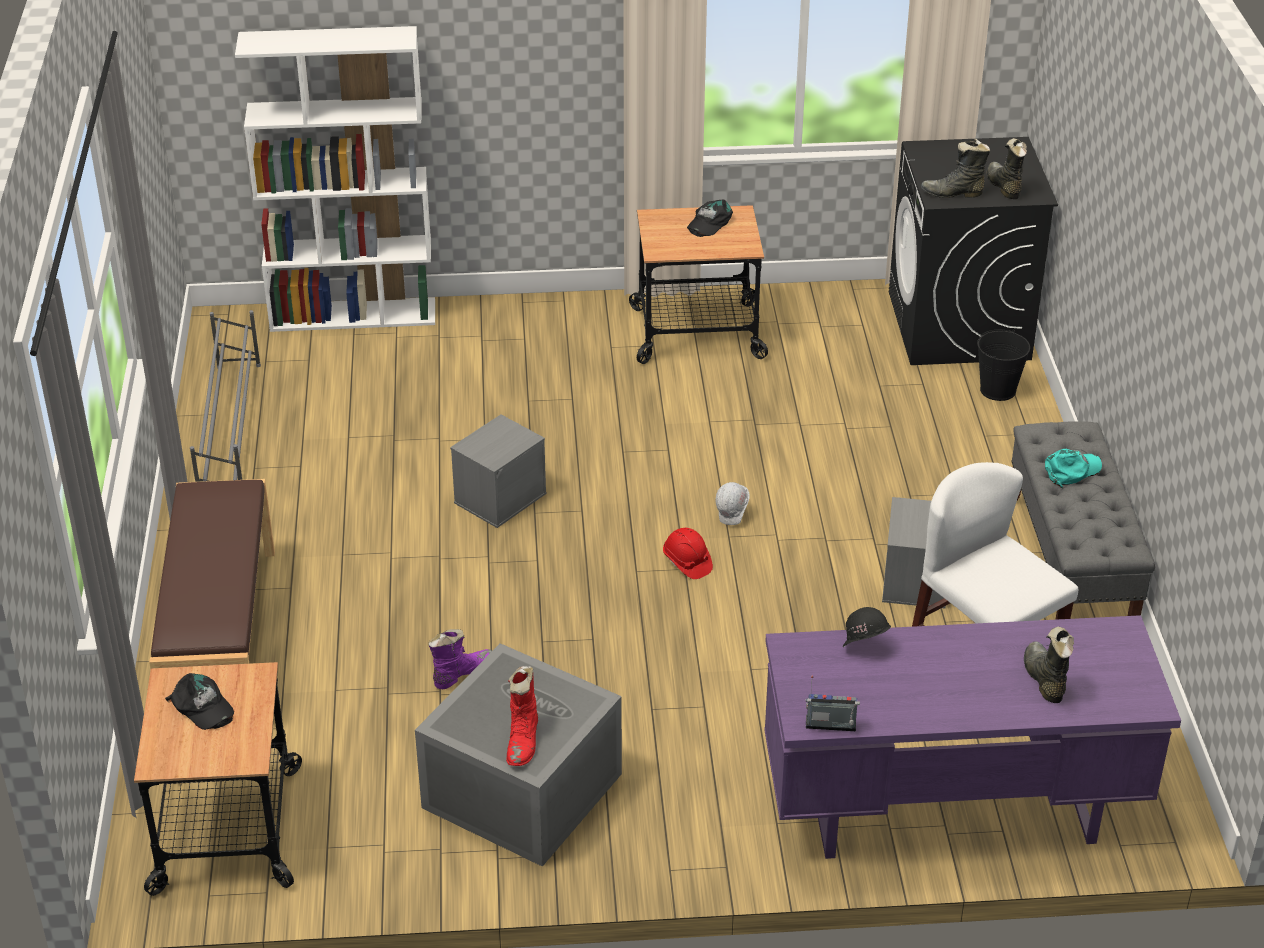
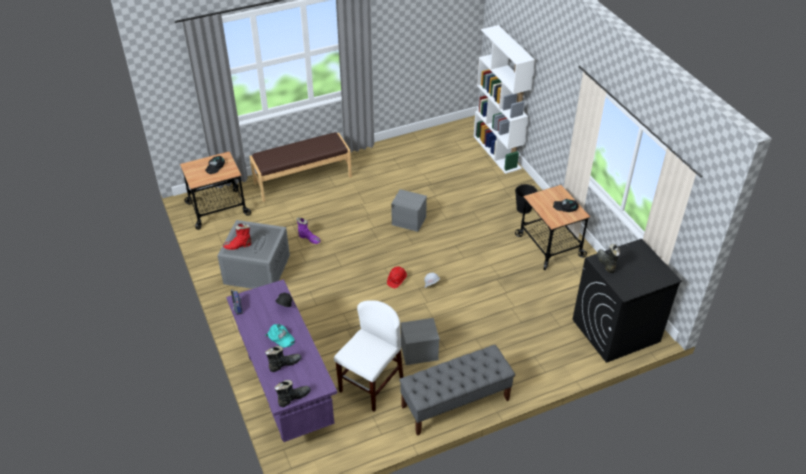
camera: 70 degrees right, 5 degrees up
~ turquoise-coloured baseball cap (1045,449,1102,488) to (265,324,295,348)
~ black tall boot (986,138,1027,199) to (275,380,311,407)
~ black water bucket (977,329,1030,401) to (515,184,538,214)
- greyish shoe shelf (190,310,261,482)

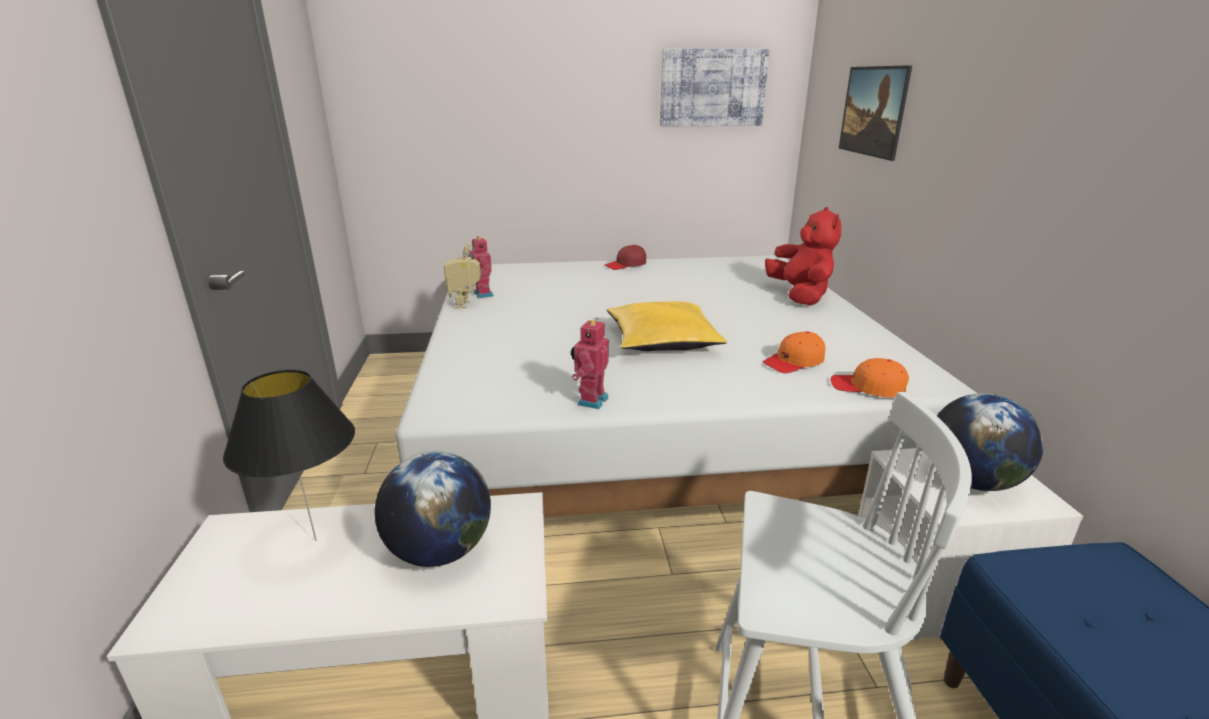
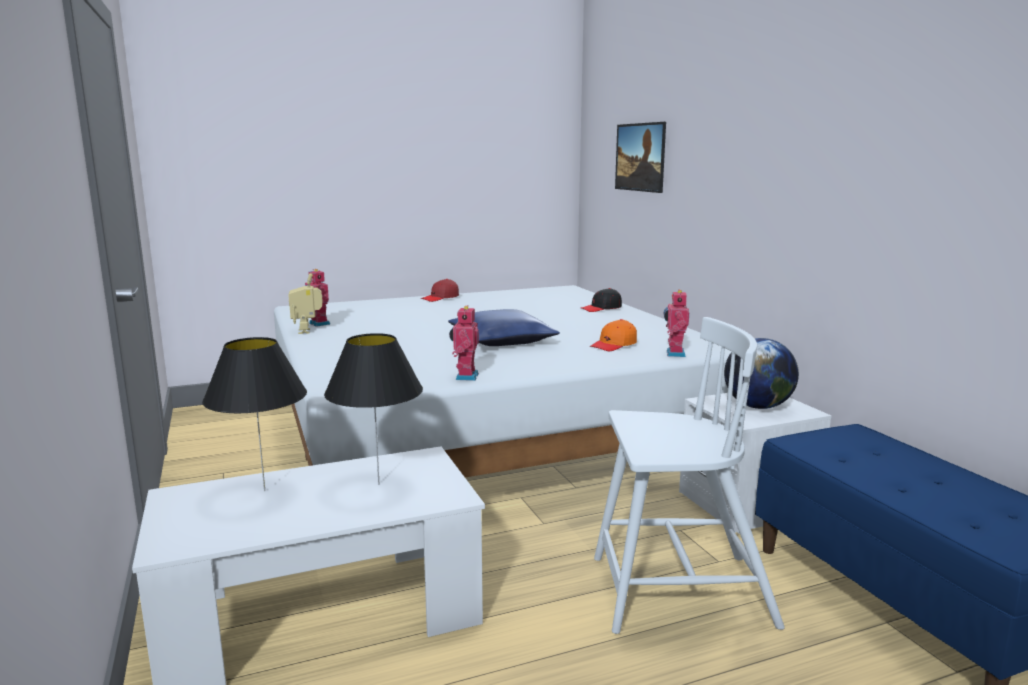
camera: 15 degrees left, 10 degrees down
~ world globe (375,451,491,567) to black lamp for a table (324,333,423,484)
~ yellow cushion (607,301,727,351) to blue-coloured cushion (448,309,560,346)
~ red-coloured soft toy (765,207,841,306) to black baseball cap (580,288,622,312)
~ orange-coloured baseball cap (831,358,909,397) to robot figure (664,289,689,357)
- picture (660,48,769,126)

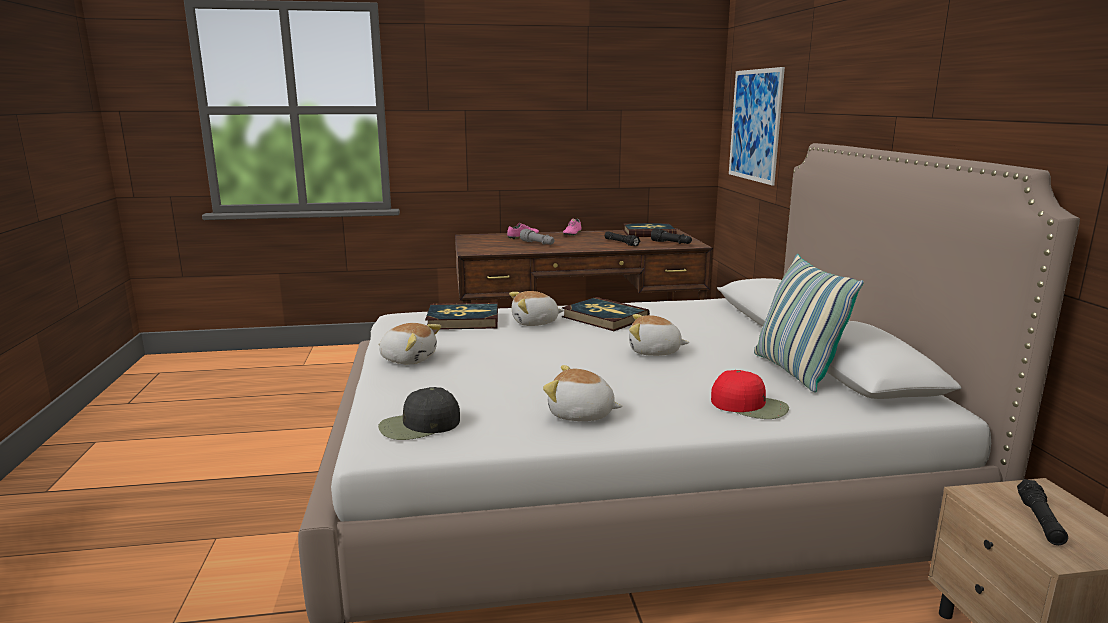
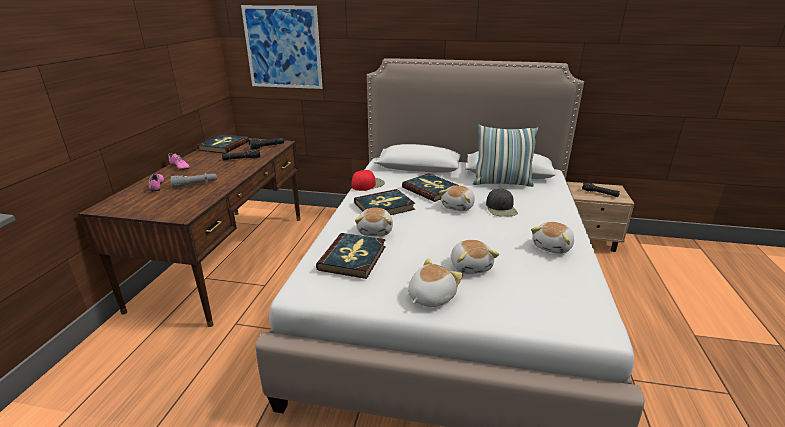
camera: 70 degrees left, 10 degrees up
~ red-coloured baseball cap (711,370,789,419) to (351,170,385,191)
+ volume (402,173,460,202)
+ soft toy (451,240,499,274)
~ black baseball cap (378,387,460,440) to (486,189,518,217)

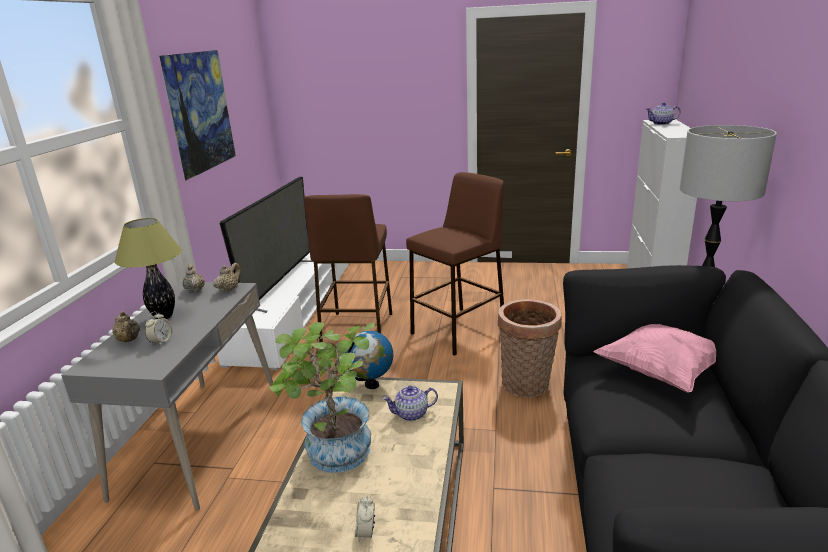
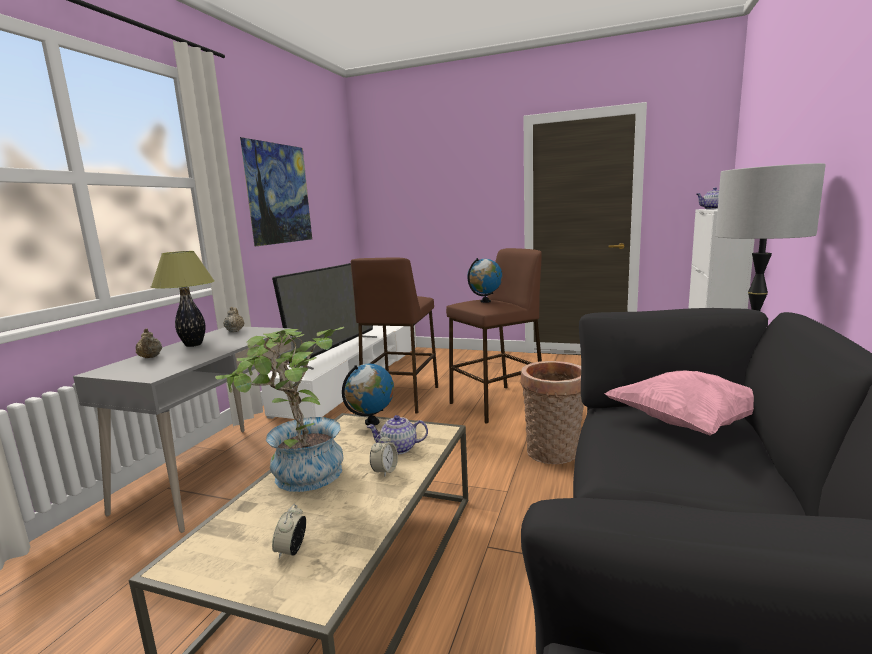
camera: 10 degrees right, 10 degrees down
~ table clock (145,311,172,346) to (370,433,398,477)
+ world globe (467,258,502,303)
- beige-coloured pot for tea (213,263,241,293)

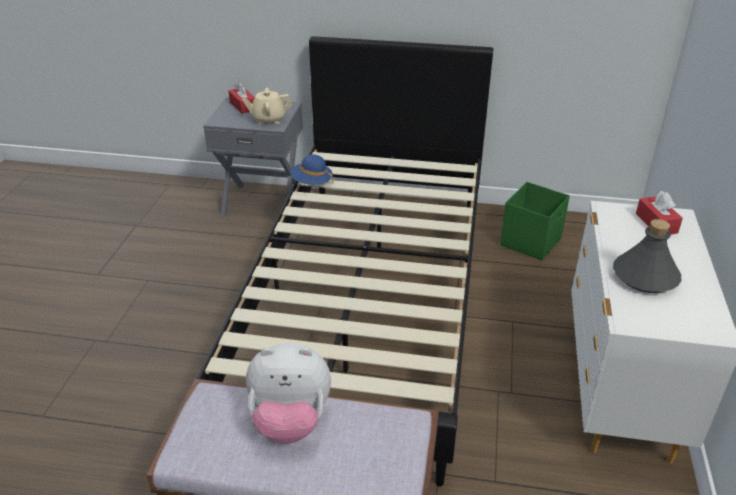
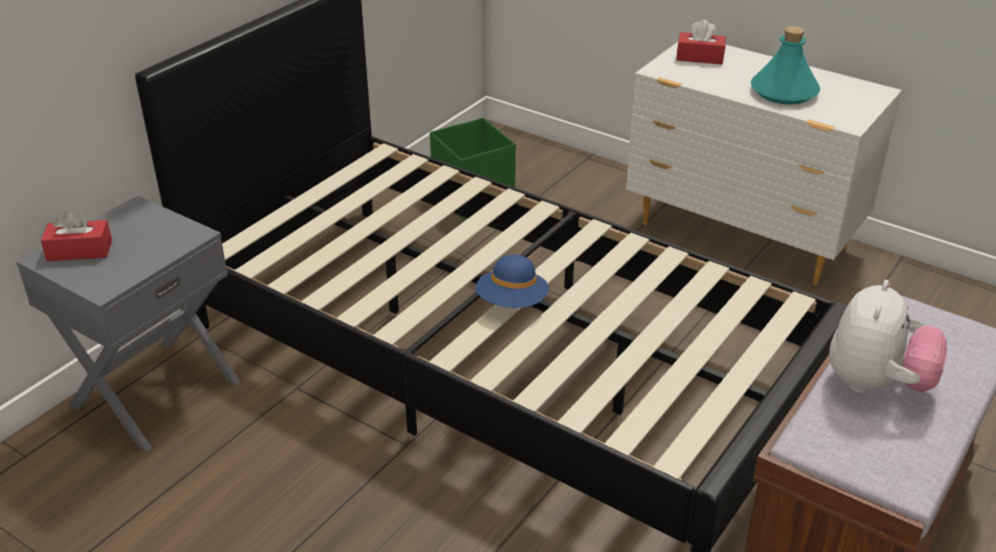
camera: 65 degrees left, 0 degrees up
~ blue-coloured wearable hat (290,154,333,184) to (476,254,549,308)
~ greyish beverage bottle (613,219,681,293) to turquoise-coloured beverage bottle (751,26,820,105)
- beige-coloured pot for tea (242,88,292,125)

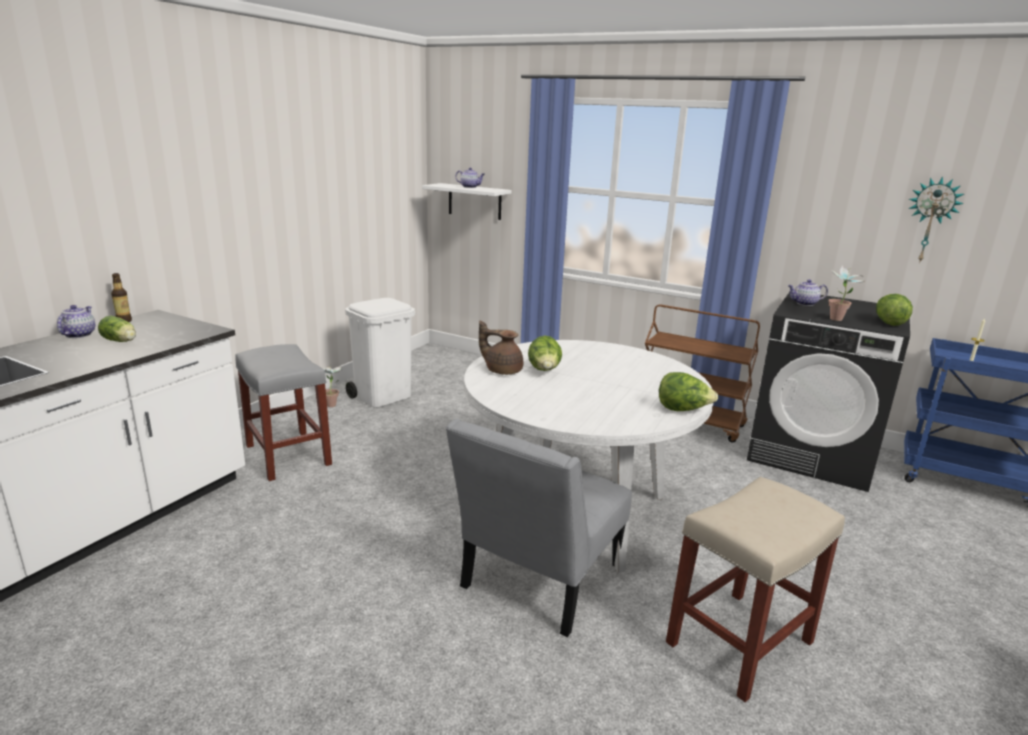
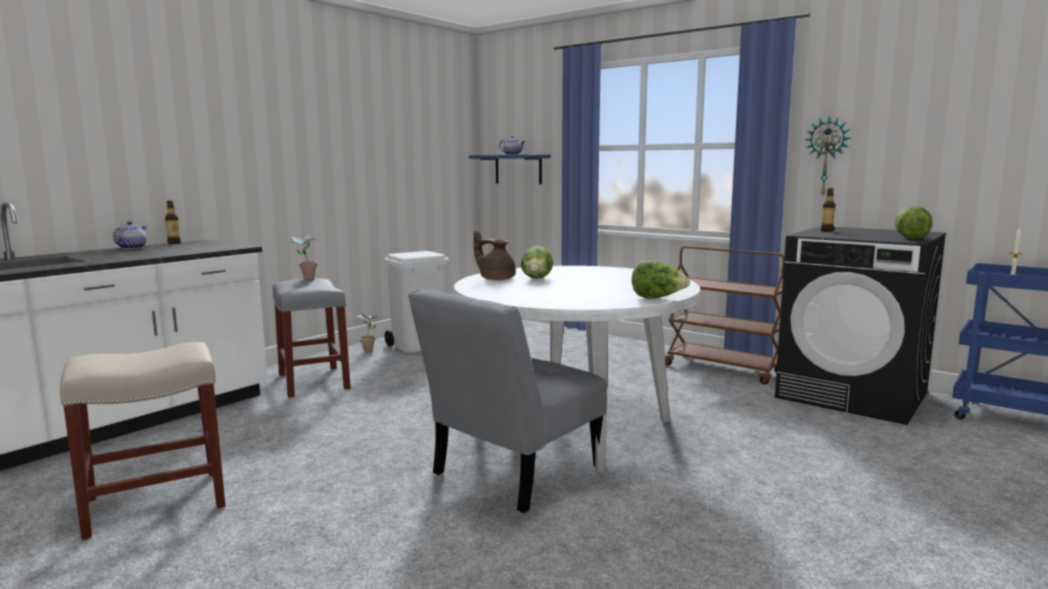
camera: 10 degrees right, 10 degrees down
~ beige-coloured sitting stool (666,477,845,702) to (60,342,225,540)
~ plant in a pot (829,265,864,321) to (291,232,318,279)
~ white-coloured shelf (422,183,512,220) to blue-coloured shelf (469,155,550,184)
~ clock on the wall (908,176,964,263) to (804,116,851,198)
~ pot for tea (788,280,828,306) to beverage bottle (821,188,836,232)
- head of lettuce (98,316,136,342)

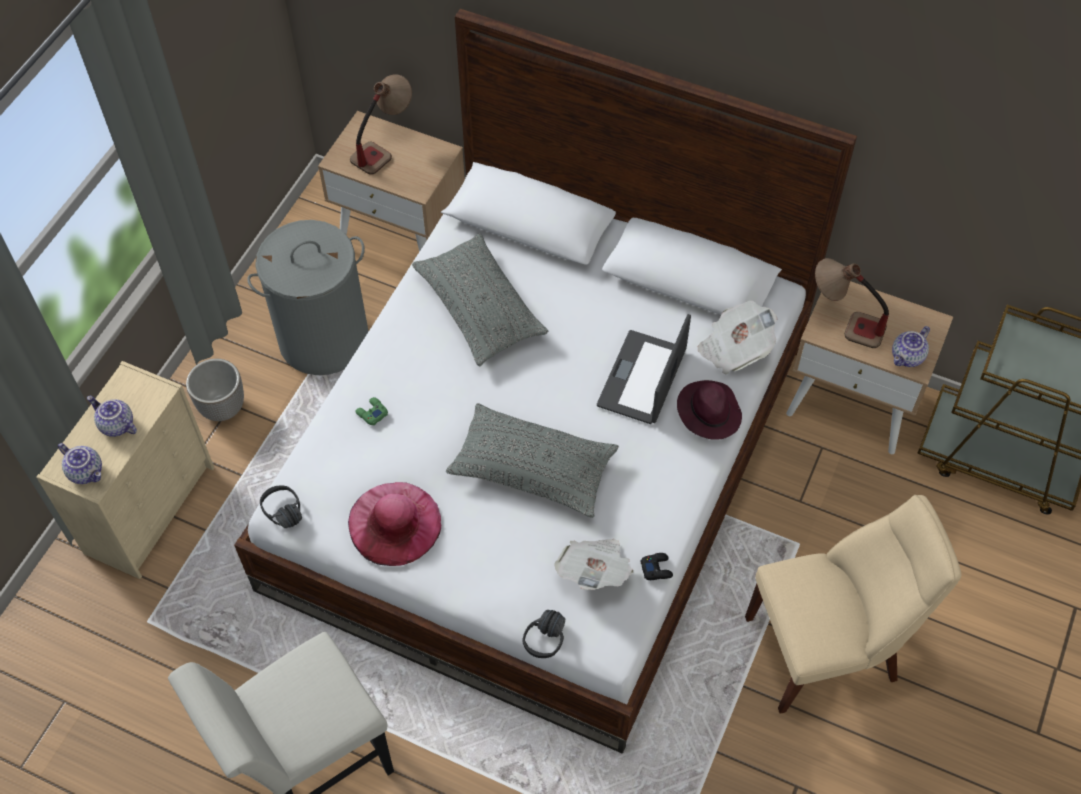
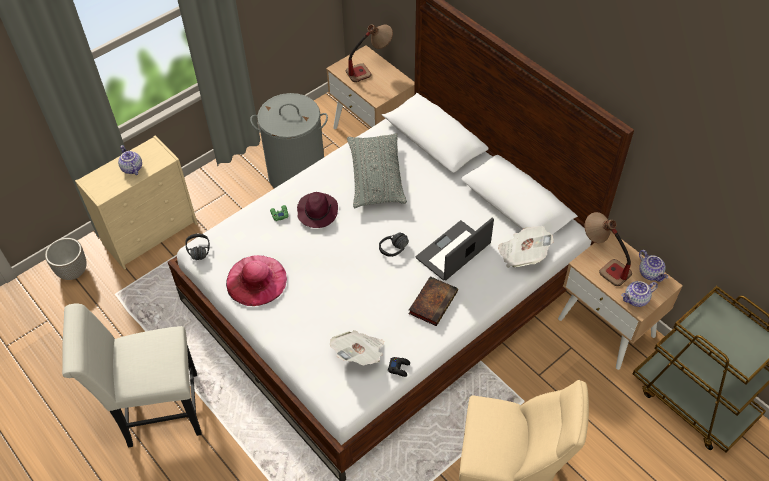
camera: 25 degrees right, 5 degrees down
~ flower pot (186,359,244,421) to (45,238,87,280)
~ purple-coloured wearable hat (677,380,742,440) to (297,192,338,228)
~ black pair of headphones (522,610,565,658) to (379,233,409,257)
+ volume (409,276,458,326)
~ pot for tea (58,443,102,484) to (639,250,668,282)
- greyish cushion (446,403,619,518)

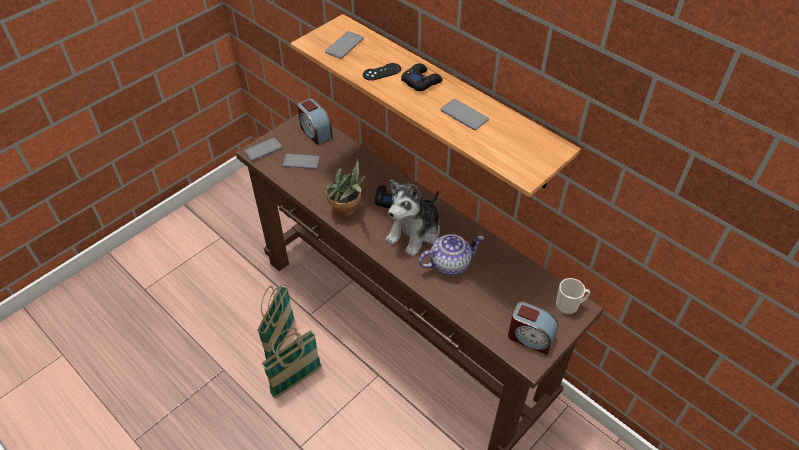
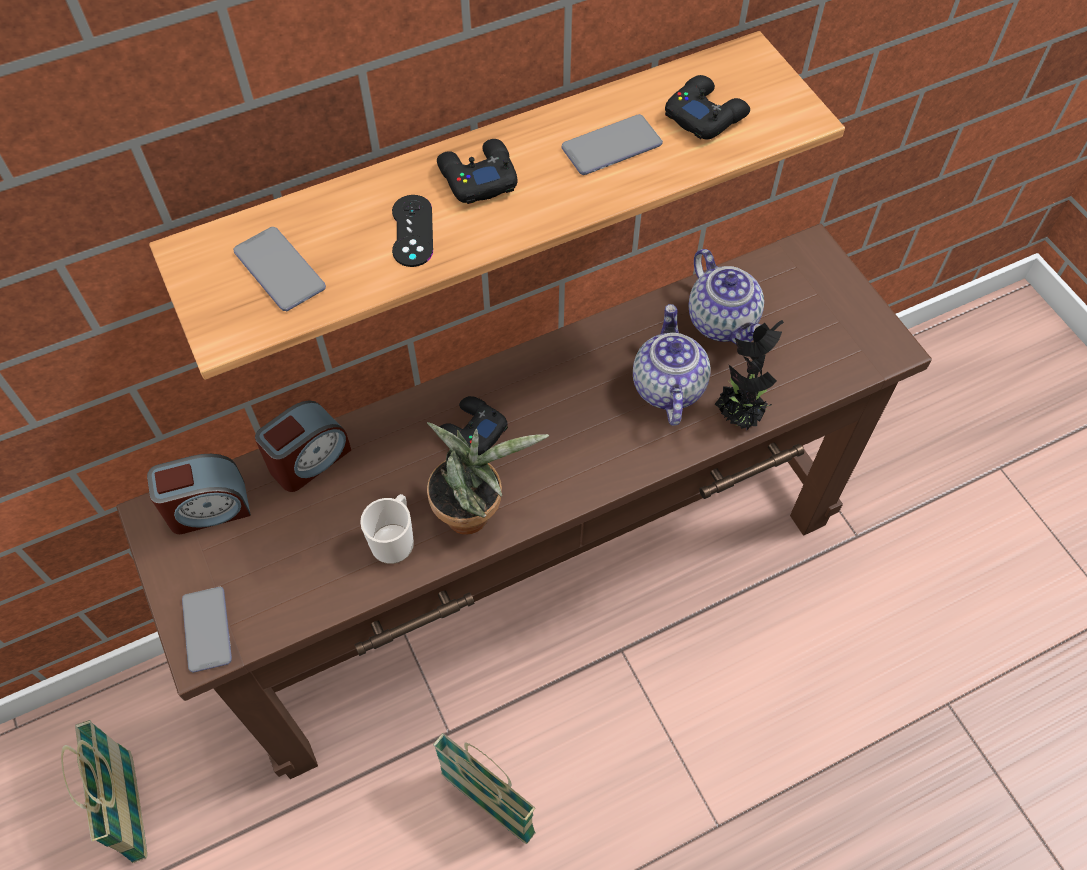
camera: 70 degrees left, 10 degrees up
~ storage basket (261,328,322,398) to (61,720,147,863)
~ table clock (508,301,558,355) to (255,400,351,492)
~ mug (556,278,590,314) to (360,494,414,564)
+ black game controller (665,75,750,140)
+ pot for tea (689,249,764,345)
+ plant in a pot (715,320,784,430)
- phone (283,154,320,169)
- soft toy (385,180,440,256)

